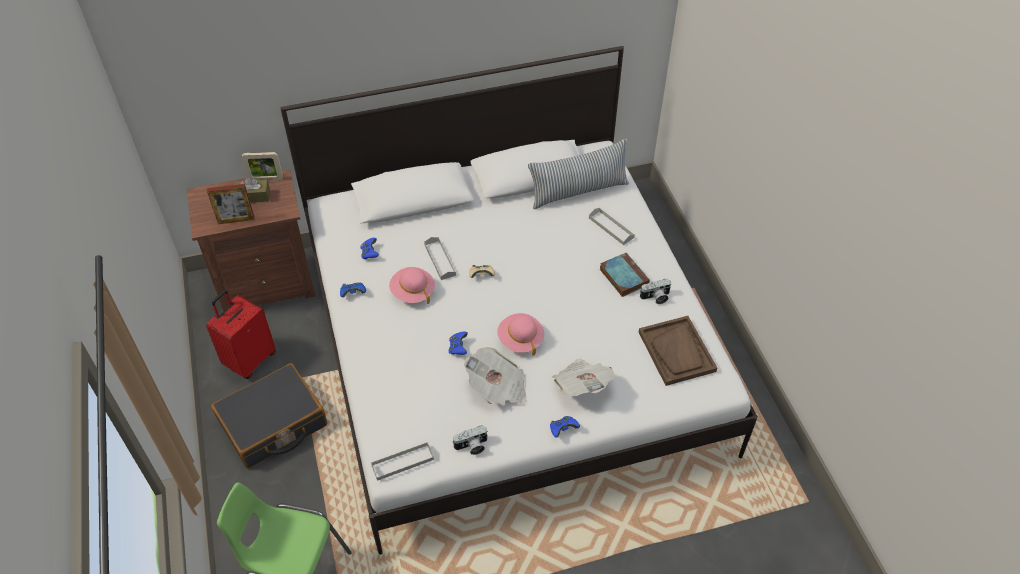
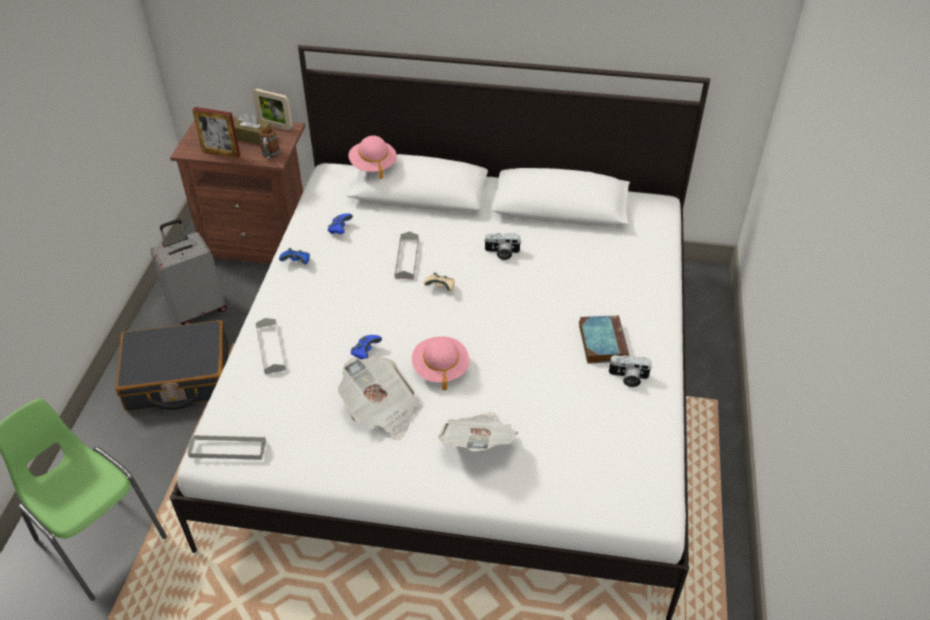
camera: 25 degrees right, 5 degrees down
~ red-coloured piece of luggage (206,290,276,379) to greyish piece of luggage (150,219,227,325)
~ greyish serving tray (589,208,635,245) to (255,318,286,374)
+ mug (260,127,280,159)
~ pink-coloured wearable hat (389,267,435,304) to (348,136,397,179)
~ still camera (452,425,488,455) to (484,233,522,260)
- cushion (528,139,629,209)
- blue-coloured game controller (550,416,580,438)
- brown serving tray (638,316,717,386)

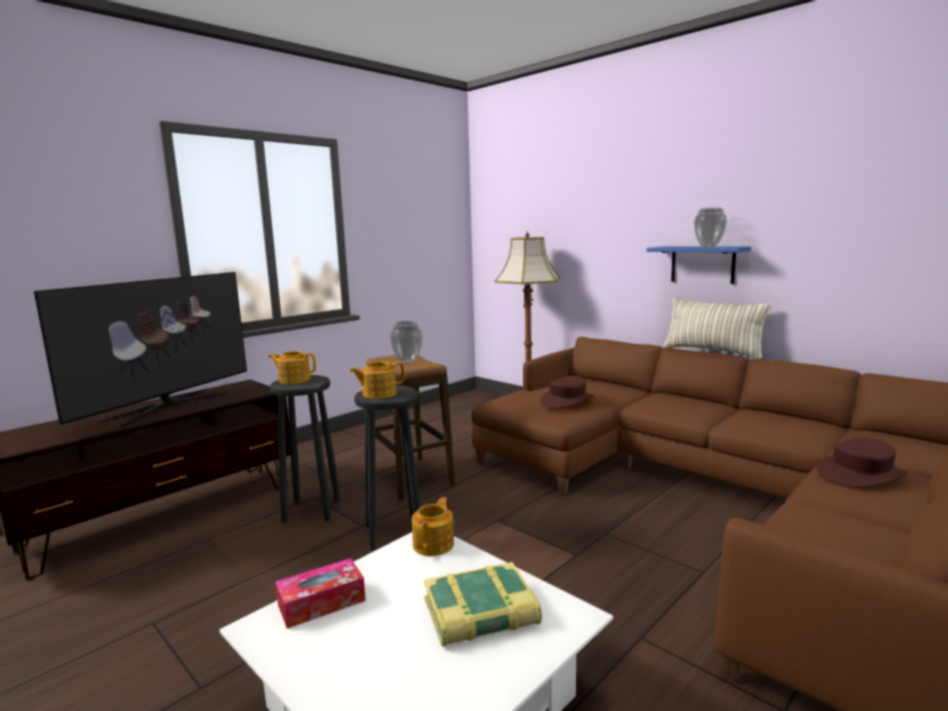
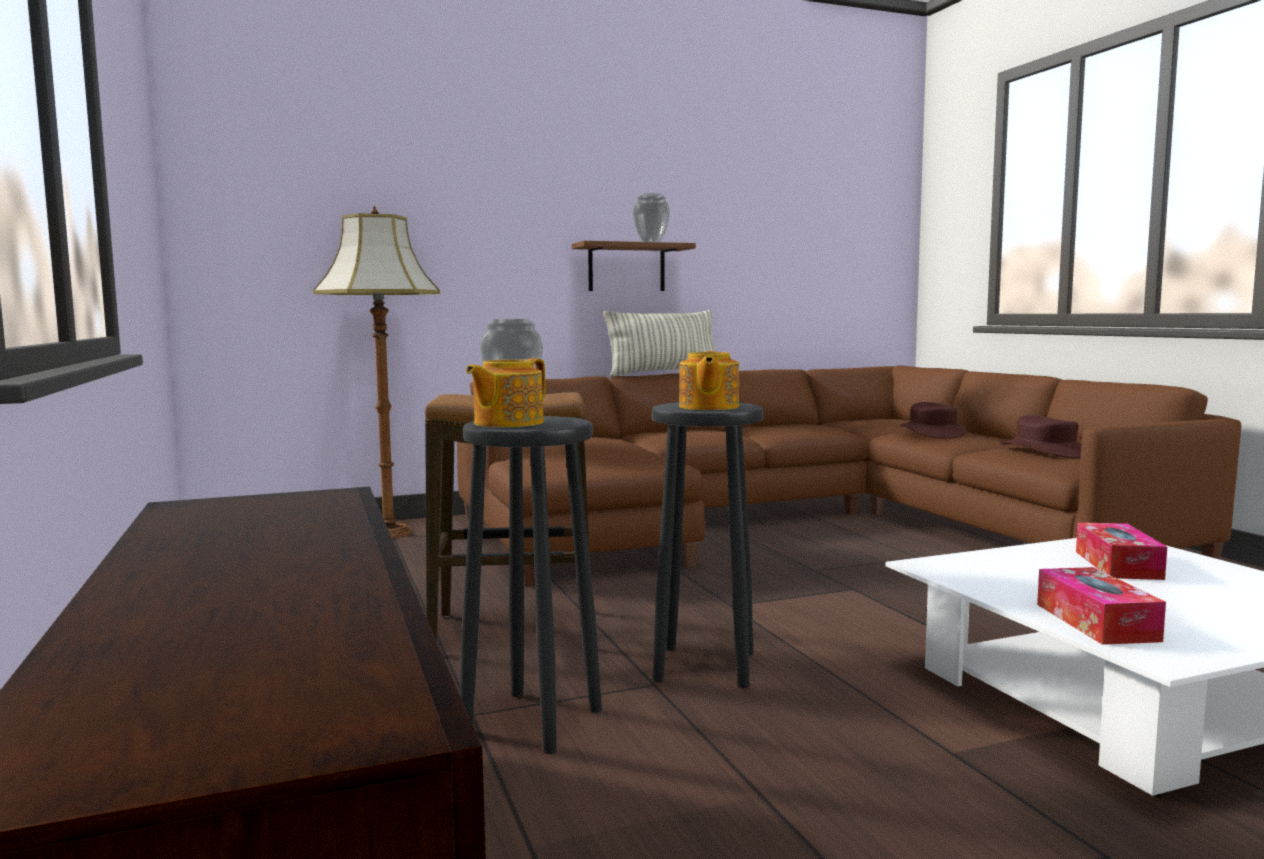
camera: 65 degrees left, 5 degrees down
~ blue-coloured shelf (647,247,751,284) to brown shelf (572,241,696,291)
~ brown wearable hat (540,376,594,408) to (1000,415,1082,458)
~ volume (423,562,542,647) to box of tissues (1076,522,1167,580)
- TV set (34,272,247,427)
- pot for tea (412,497,454,556)

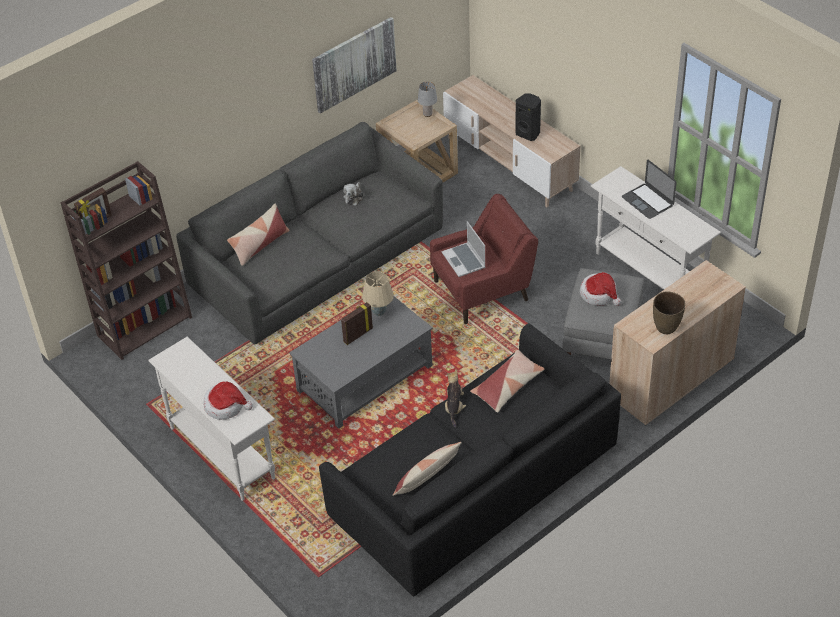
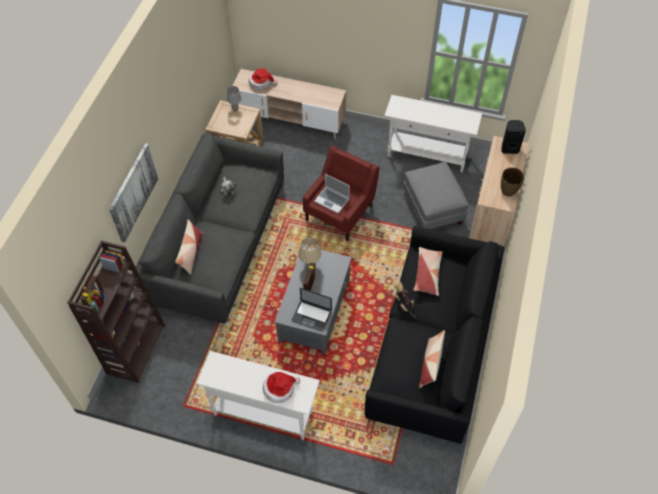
camera: 35 degrees left, 10 degrees up
~ picture (312,17,397,114) to (109,143,158,243)
~ wearable hat (580,272,621,306) to (249,68,277,90)
~ laptop (622,160,677,219) to (291,288,332,332)
~ black speaker (515,94,541,141) to (501,120,526,154)

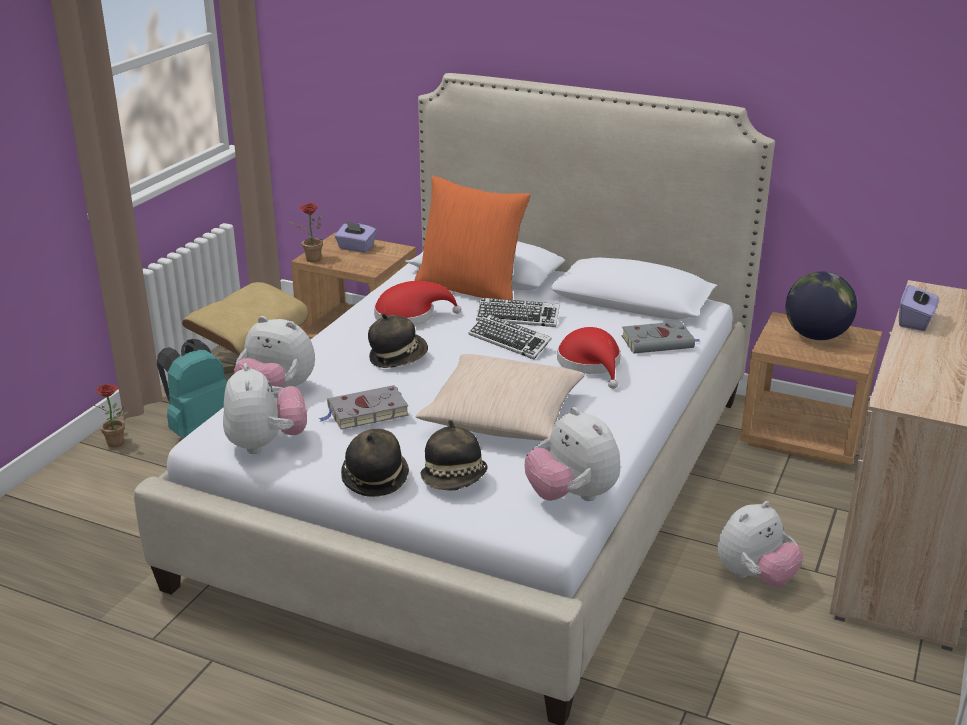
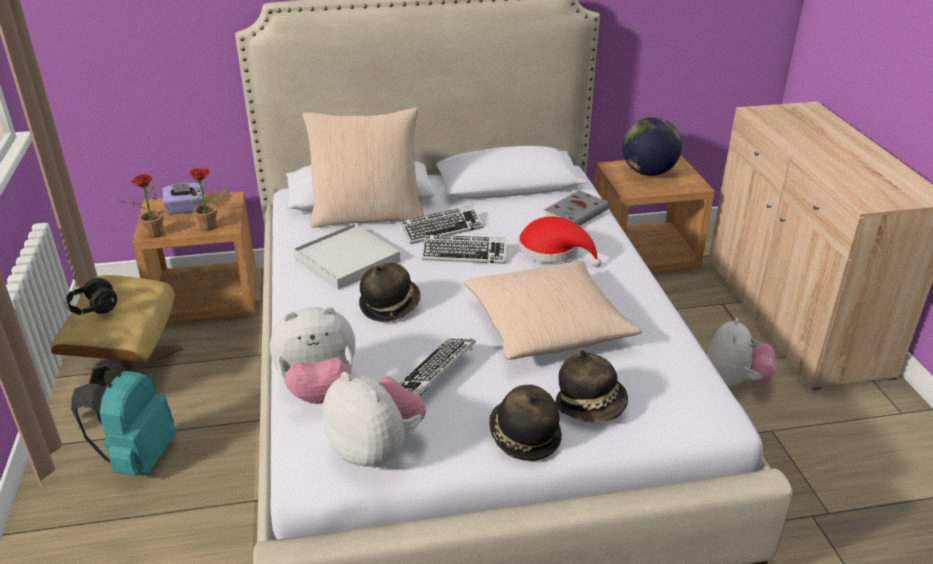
camera: 35 degrees left, 5 degrees up
+ black pair of headphones (65,278,117,315)
~ plant in a pot (93,384,129,447) to (189,168,228,231)
~ red-coloured wearable hat (374,281,461,326) to white-coloured serving tray (293,223,401,290)
~ orange-coloured cushion (414,176,531,300) to beige-coloured cushion (302,108,424,228)
~ greyish volume (318,385,409,430) to PC keyboard (399,339,476,396)
- soft toy (525,407,620,501)
- purple-coloured box of tissues (899,283,939,331)

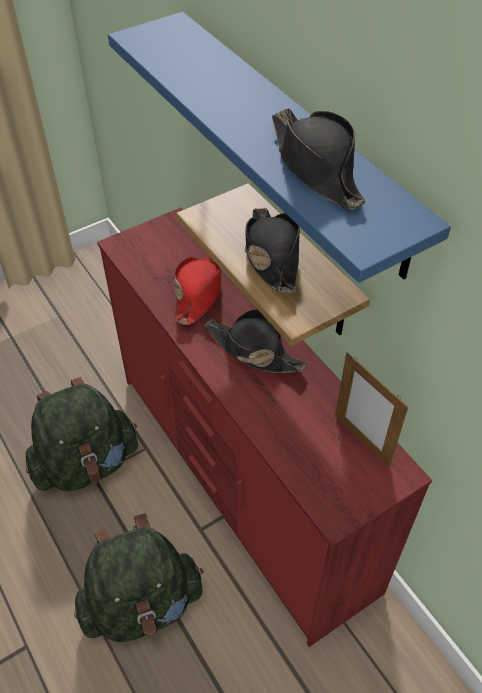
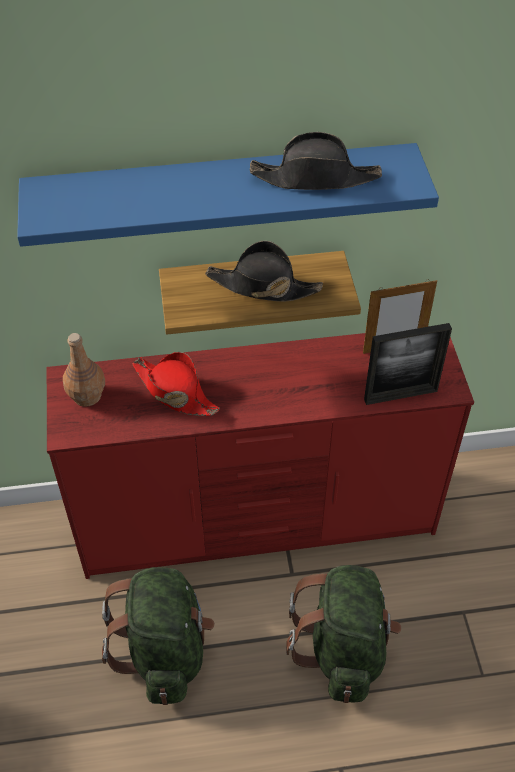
camera: 65 degrees left, 0 degrees up
+ brown beverage bottle (63,333,105,407)
+ picture frame (364,323,452,405)
- black wearable hat (205,309,308,373)

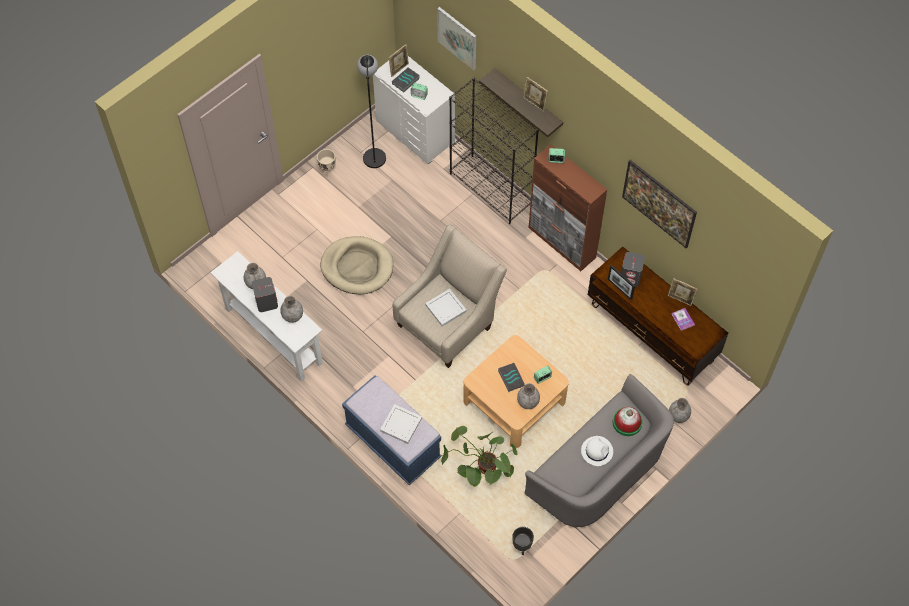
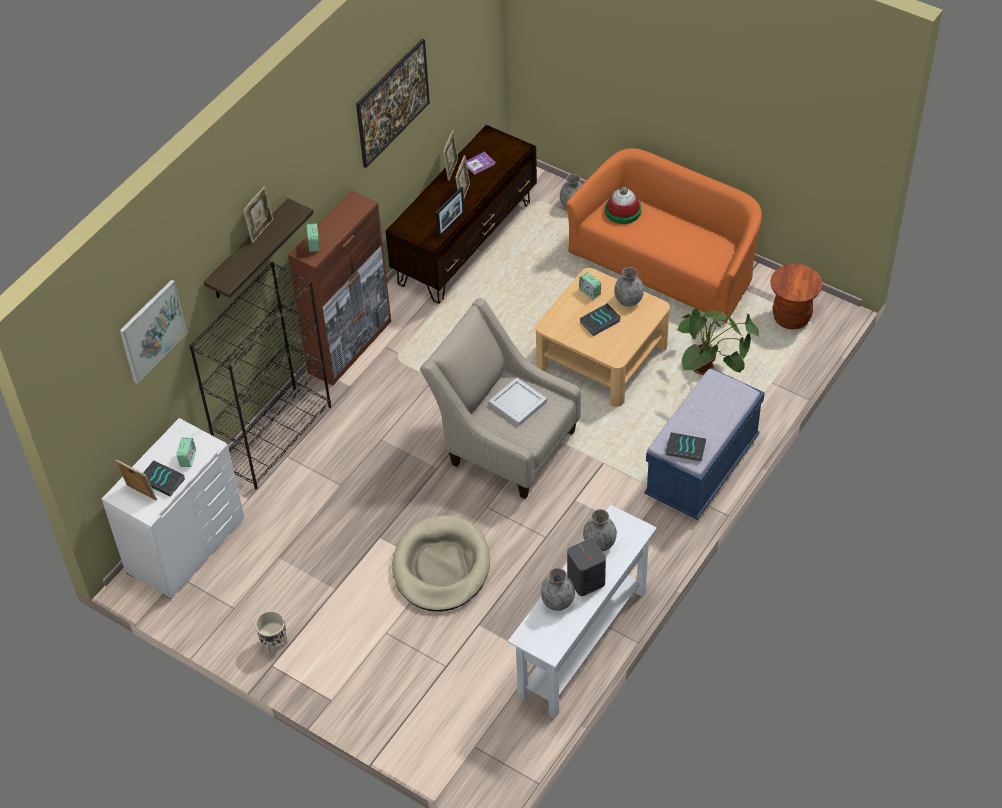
camera: 100 degrees left, 10 degrees down
+ picture frame (455,155,470,198)
~ greyish couch (525,374,674,527) to orange-coloured couch (566,148,762,322)
+ volume (665,432,706,462)
~ black flower pot (512,527,534,555) to brown sitting stool (770,264,822,330)
- black standing lamp (357,55,386,168)
- white-coloured serving tray (380,404,422,444)
- white-coloured wearable hat (581,436,613,466)
- greyish speaker (621,252,645,287)

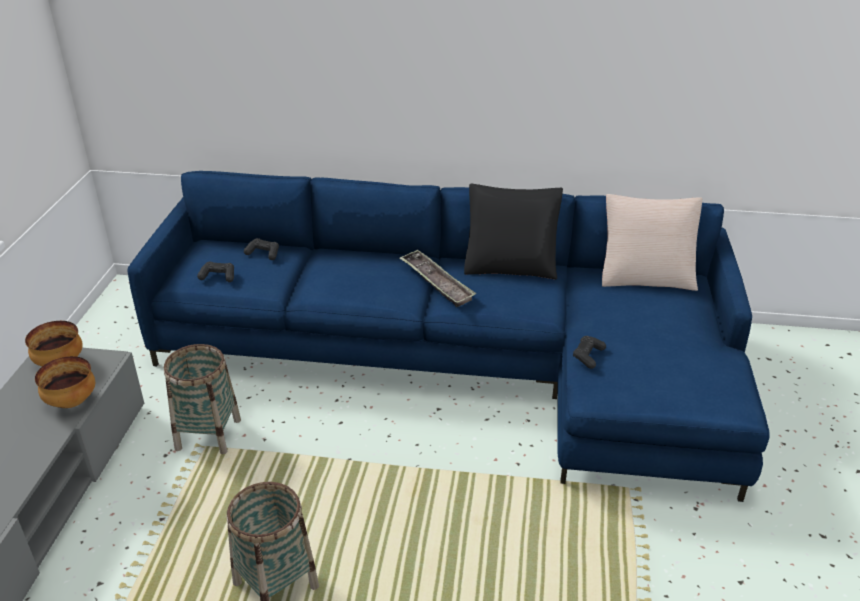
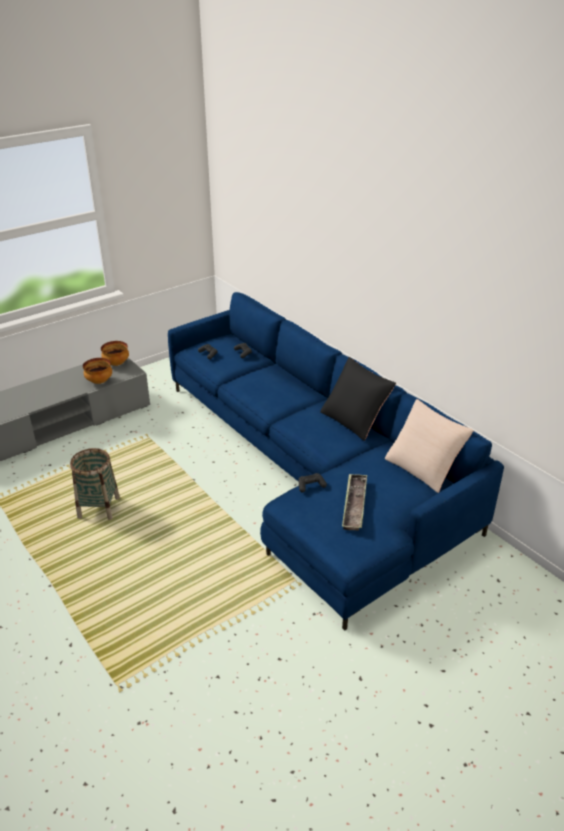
camera: 45 degrees right, 0 degrees up
~ serving tray (400,250,476,307) to (342,474,367,531)
- storage basket (164,344,241,454)

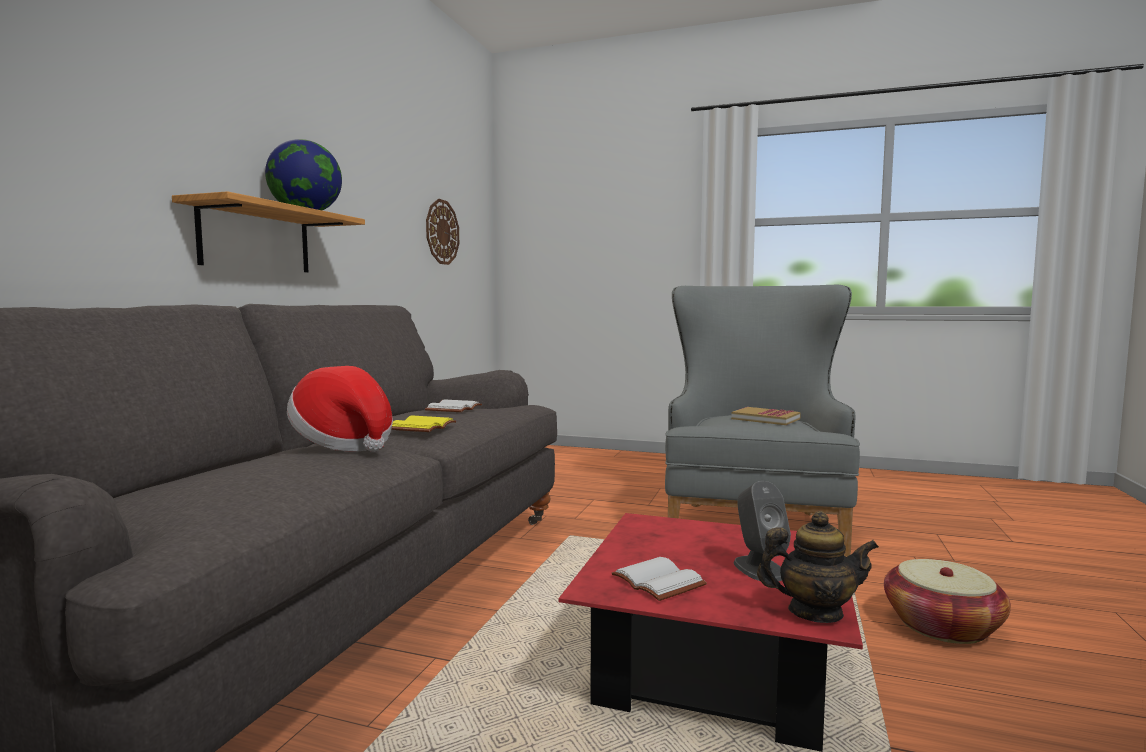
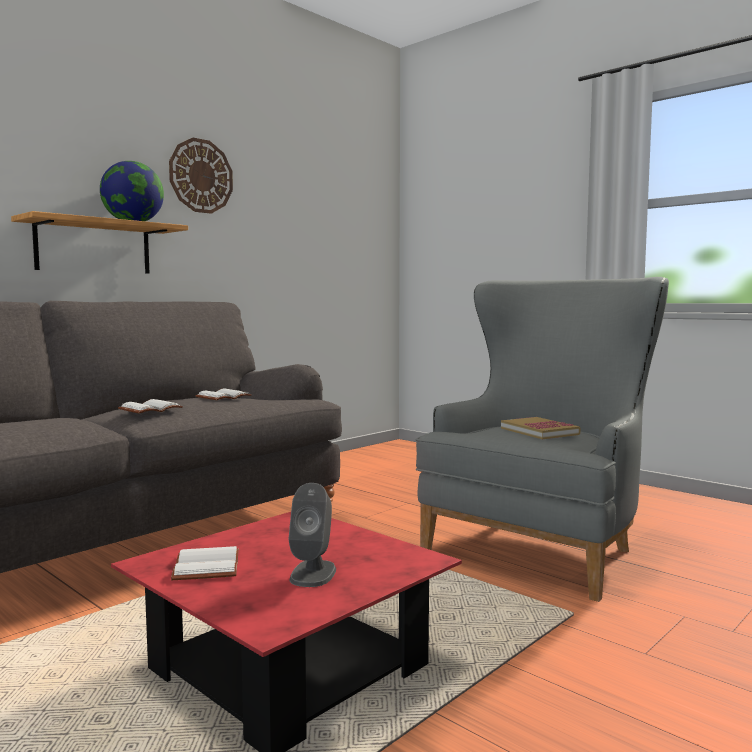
camera: 25 degrees right, 0 degrees up
~ yellow volume (391,415,456,432) to white-coloured volume (118,399,183,414)
~ clock on the wall (426,199,459,265) to (169,138,233,214)
- wearable hat (287,366,393,452)
- pot for tea (757,511,879,623)
- storage basket (884,559,1011,644)

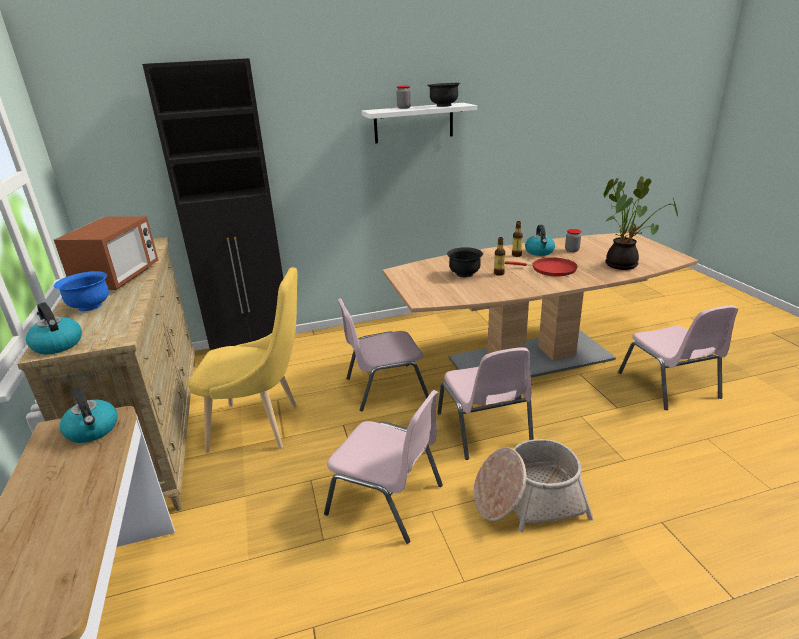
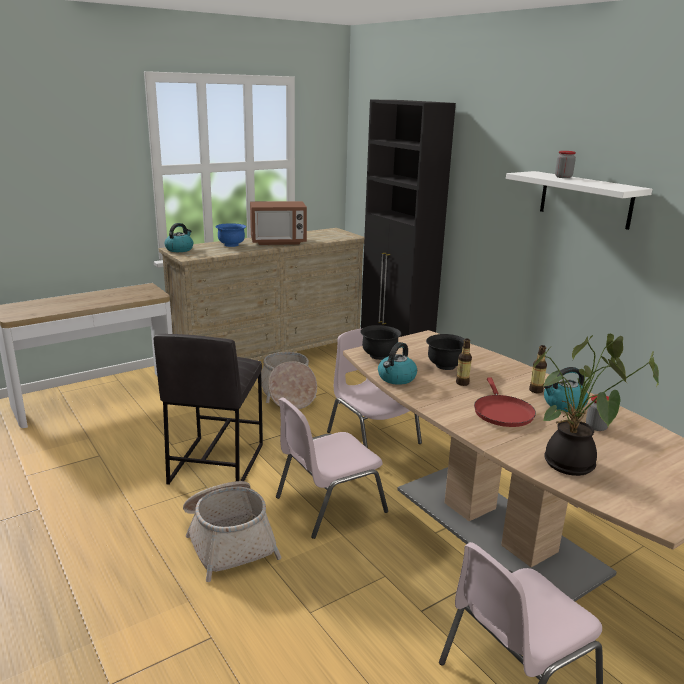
camera: 70 degrees right, 5 degrees down
~ pink-coloured plain chair (324,390,443,544) to greyish sitting stool (154,334,263,485)
~ yellow plain chair (188,267,298,453) to storage basket (261,352,317,409)
~ black deep dish (428,83,460,107) to (360,325,402,360)
~ tea kettle (60,387,117,443) to (378,342,417,385)

